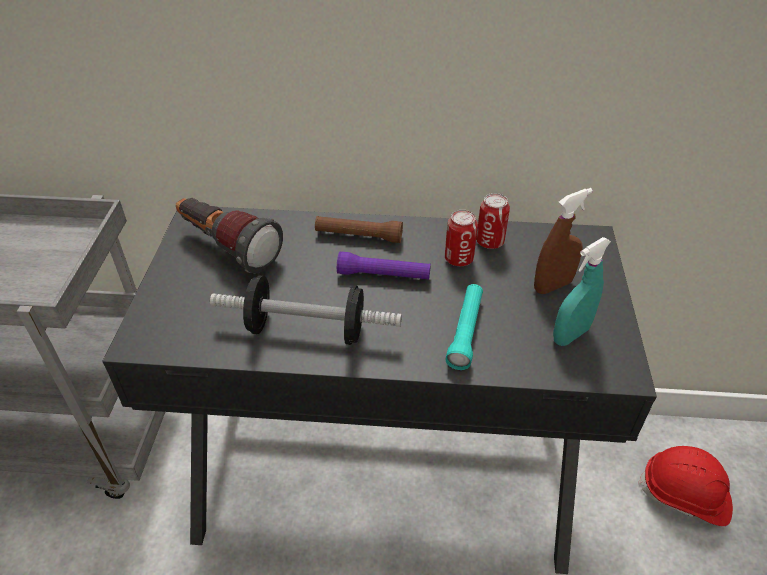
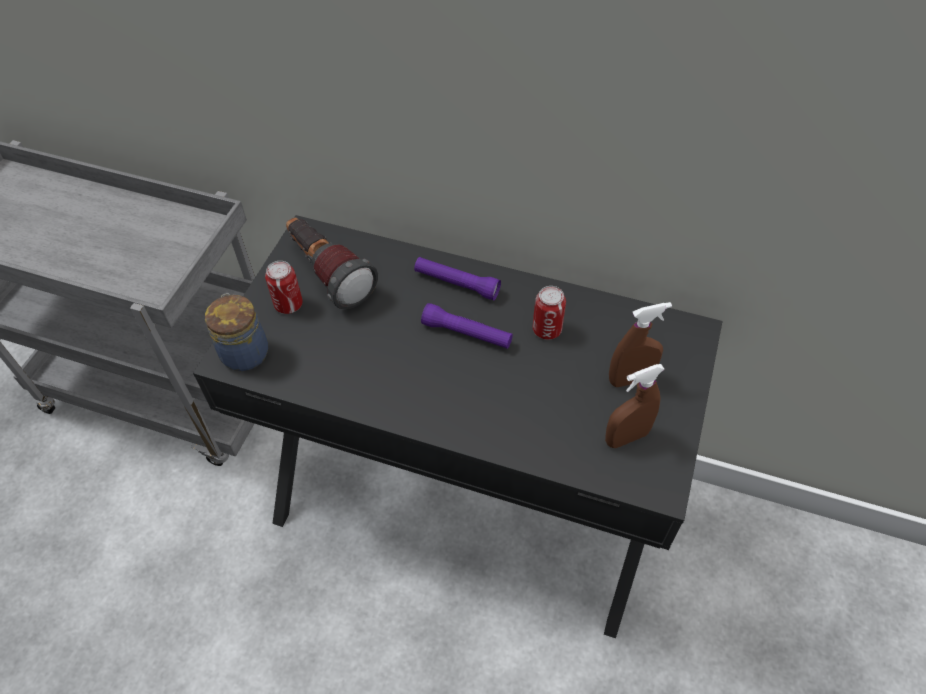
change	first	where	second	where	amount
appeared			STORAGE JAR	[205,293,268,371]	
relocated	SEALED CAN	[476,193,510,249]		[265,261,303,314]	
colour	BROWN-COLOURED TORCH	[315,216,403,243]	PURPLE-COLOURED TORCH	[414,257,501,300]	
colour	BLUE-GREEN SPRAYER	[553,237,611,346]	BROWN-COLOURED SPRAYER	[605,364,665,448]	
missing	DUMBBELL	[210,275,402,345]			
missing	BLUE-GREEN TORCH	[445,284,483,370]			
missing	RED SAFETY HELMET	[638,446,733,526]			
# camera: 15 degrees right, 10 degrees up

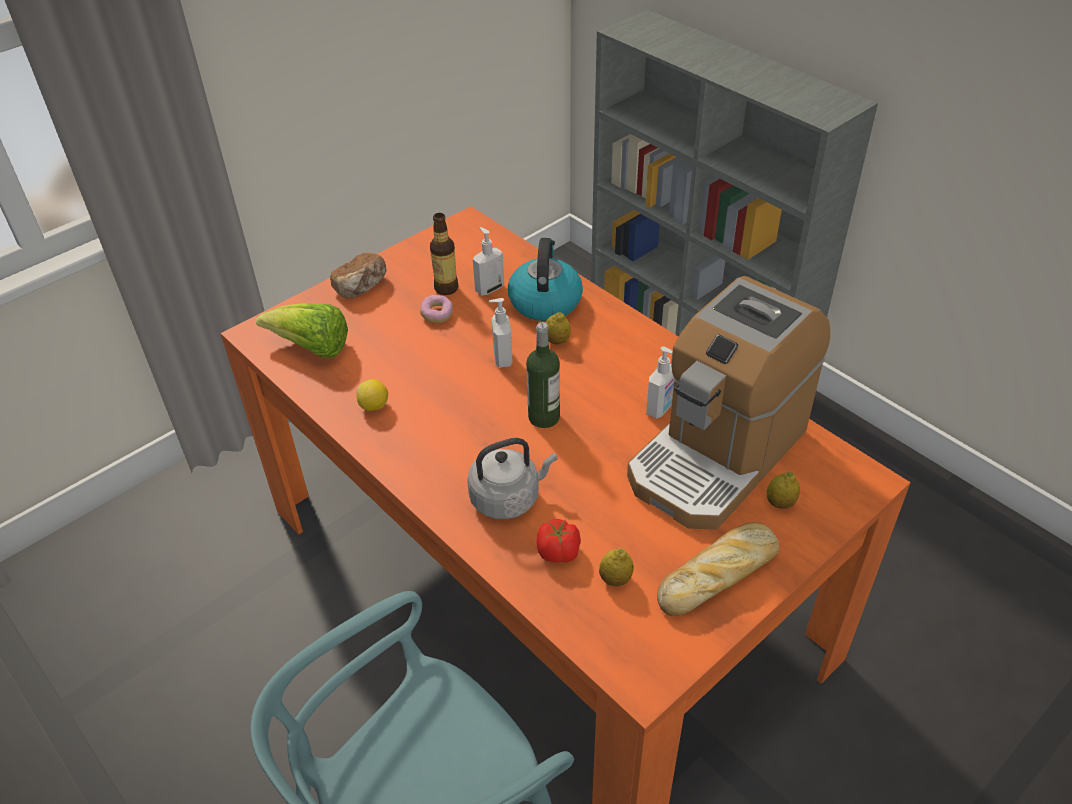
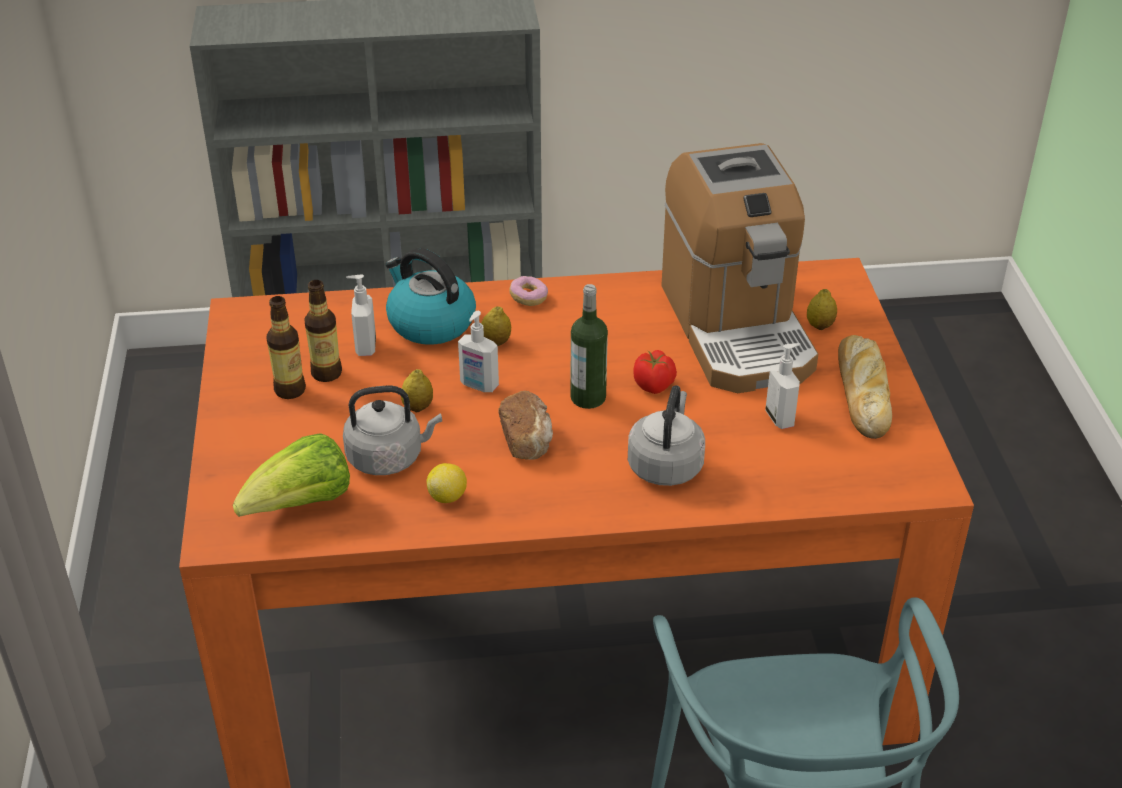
change	first	where	second	where	amount
appeared			DRINK BOTTLE	[267,296,306,399]	
appeared			GRAY WATER KETTLE	[343,386,442,475]	
relocated	LEMON	[599,548,634,586]		[401,369,433,412]	
relocated	BREAD	[330,252,387,299]		[499,391,553,459]	
relocated	DONUT	[420,295,453,323]		[509,276,548,306]	
relocated	TOMATO	[537,519,581,563]		[634,350,677,394]	
relocated	SOAP DISPENSER	[646,346,674,419]		[765,343,800,429]	
# camera: 55 degrees left, 5 degrees down

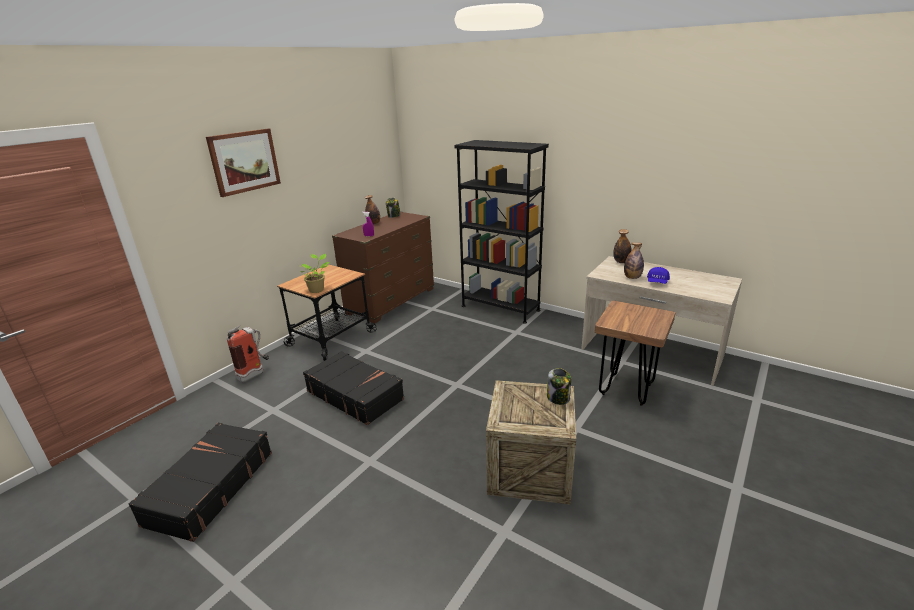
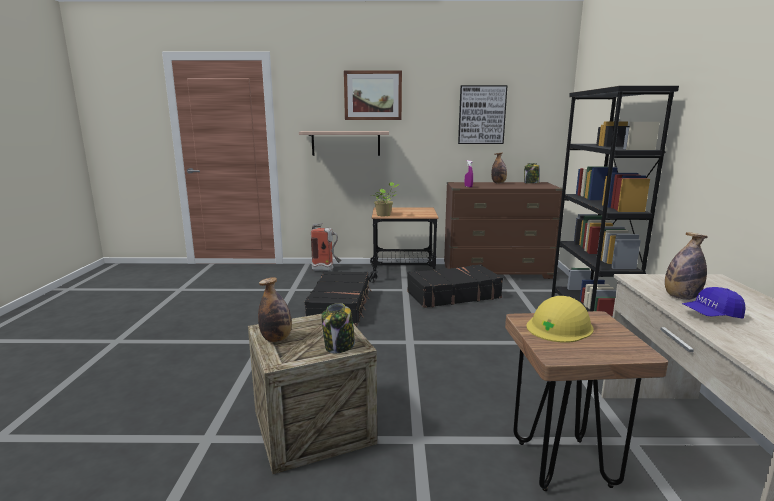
change	first	where	second	where	amount
relocated	DRINK BOTTLE	[613,229,632,263]		[258,277,292,342]	
appeared			WALL SHELF	[299,131,389,156]	
relocated	BLACKISH TRAVEL CASE	[129,423,272,542]		[407,264,503,308]	
appeared			WALL PICTURE	[458,85,508,144]	
appeared			YELLOW SAFETY HELMET	[526,296,594,343]	
# camera: 55 degrees right, 10 degrees down

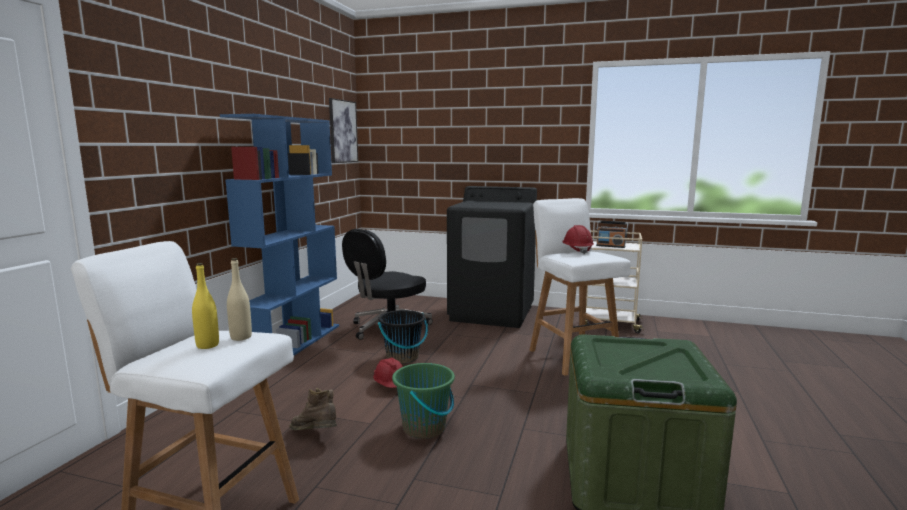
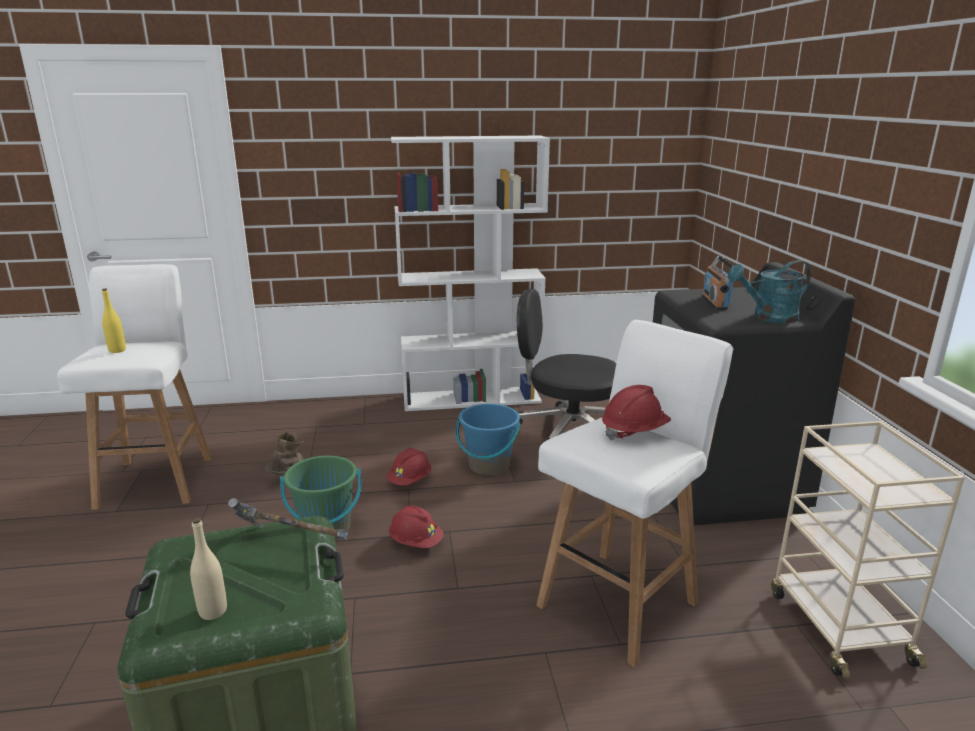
change	first	where	second	where	amount
relocated	BEIGE DRINK BOTTLE	[227,258,252,341]		[190,518,227,620]	
appeared			HAND HAMMER	[228,498,348,540]	
appeared			RED SAFETY HELMET	[389,505,444,548]	
colour	BLUE-COLOURED BOOKCASE	[220,114,339,355]	WHITE-COLOURED BOOKCASE	[391,136,550,411]	
colour	BLACKISH PAIL	[378,310,428,364]	BLUE-COLOURED PAIL	[456,404,521,475]	
relocated	RADIO SET	[596,221,628,248]		[702,255,733,310]	
appeared			BLUE-GREEN WATERING POT	[727,260,811,323]	
missing	WALL PICTURE	[329,98,358,163]			
# camera: 65 degrees right, 10 degrees up

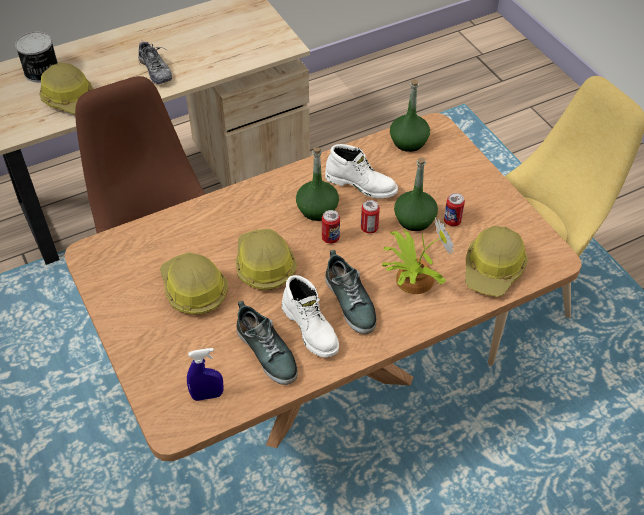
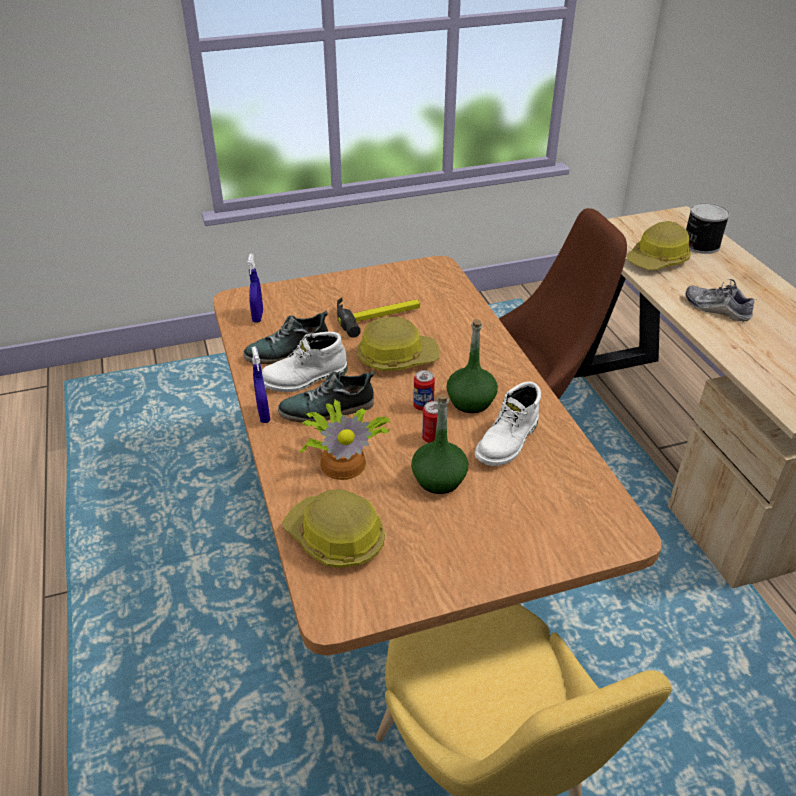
change	first	where	second	where	amount
appeared			BLUE-COLOURED SPRAYER	[252,346,270,423]	
exchanged	SAFETY HELMET	[160,252,228,315]	HAND HAMMER	[337,297,420,338]	
spun	LOW SHOE	[138,39,172,84]		[686,279,754,321]	60 degrees clockwise
missing	GREEN-COLOURED DRINK BOTTLE	[390,79,430,152]			
missing	SEALED CAN	[444,193,465,226]			
# camera: 100 degrees right, 10 degrees down

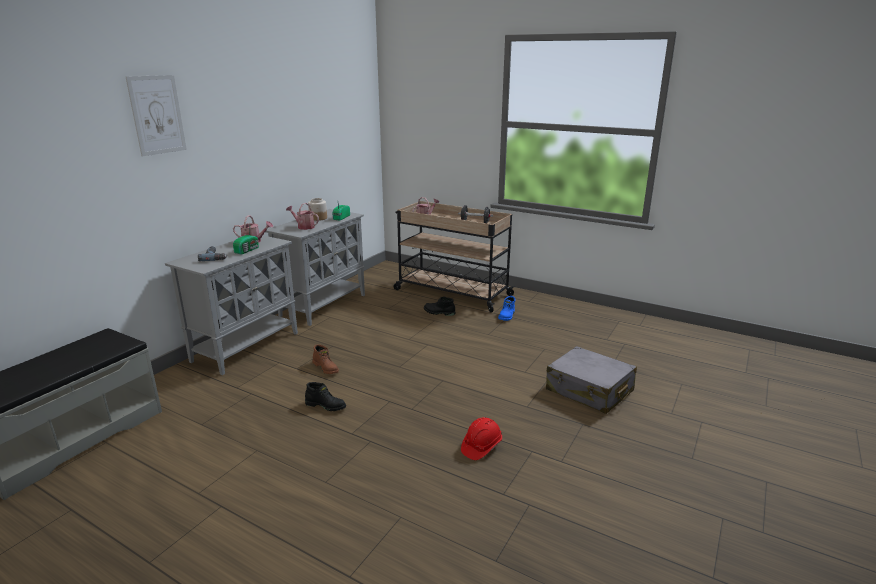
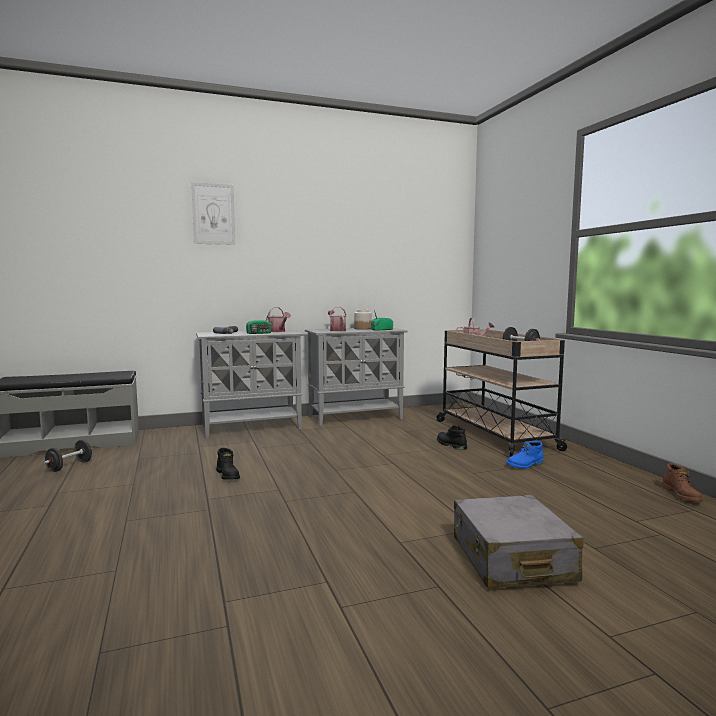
change	first	where	second	where	amount
appeared			BLACKISH DUMBBELL	[44,440,92,472]	
relocated	BROWN-COLOURED BOOT	[313,344,339,374]		[662,463,703,502]	
missing	RED SAFETY HELMET	[461,417,502,460]			
# camera: 40 degrees right, 15 degrees down

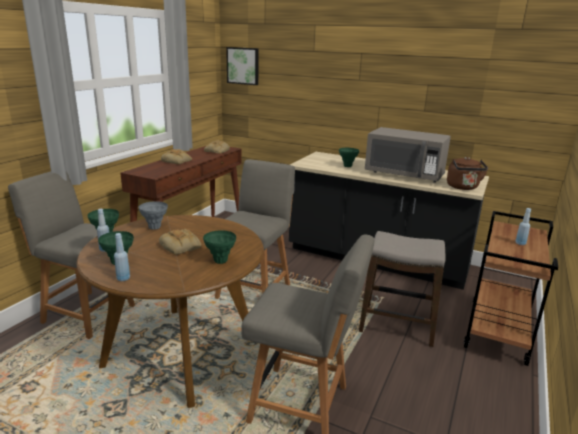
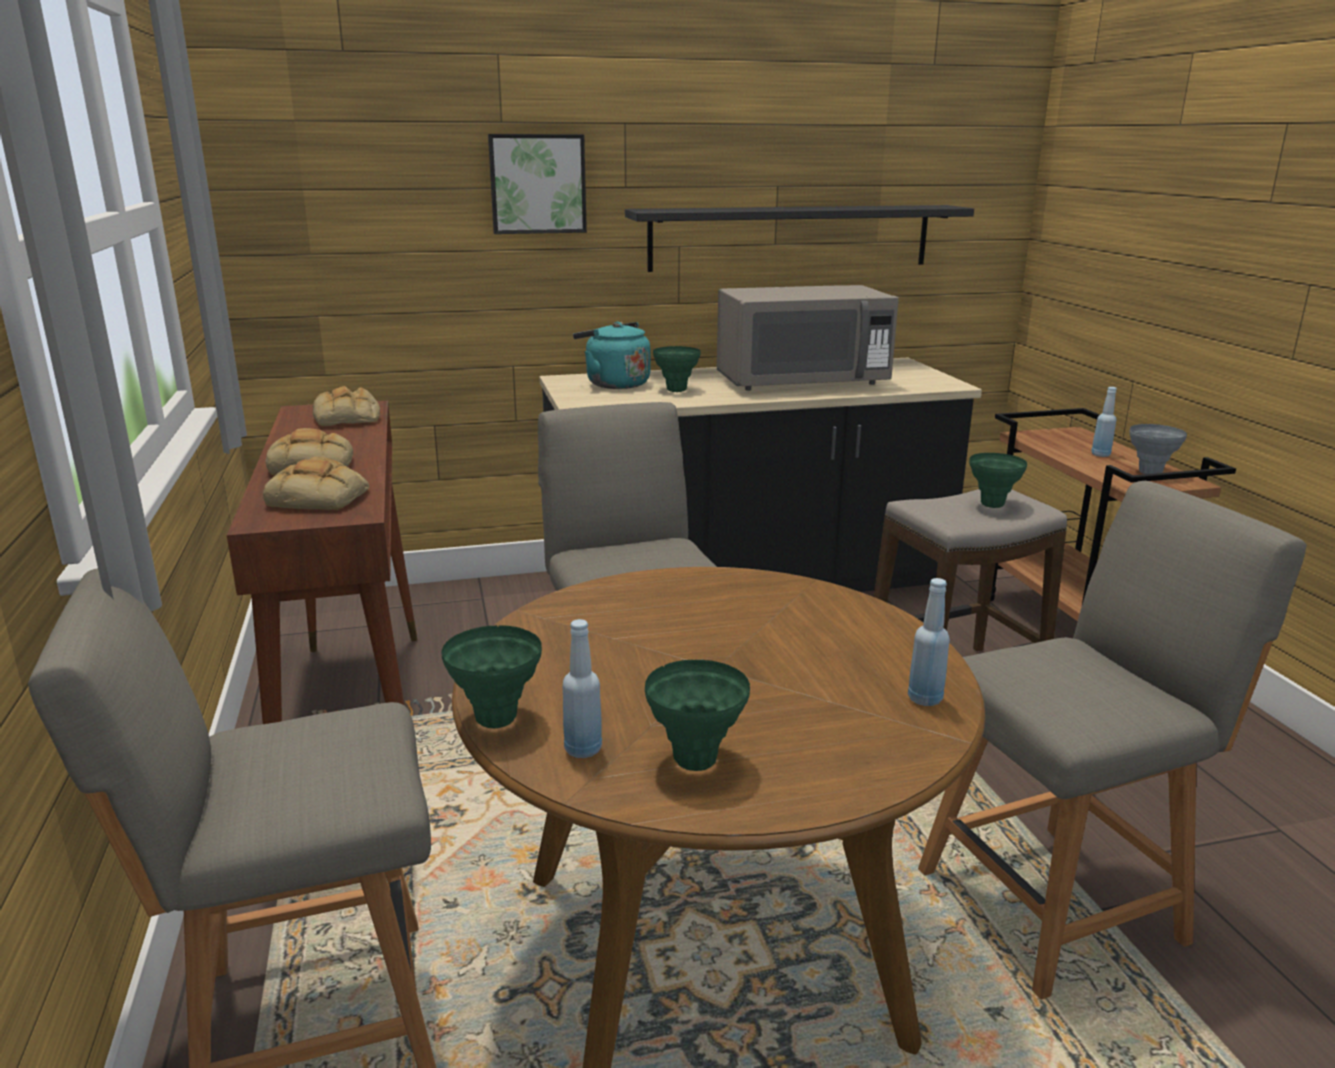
change	first	where	second	where	amount
relocated	BREAD	[159,229,201,255]		[263,457,369,510]	
relocated	WALL PICTURE	[226,47,259,85]		[488,134,587,234]	
appeared			BLUE-GREEN WATER KETTLE	[573,322,650,389]	
appeared			BLACKISH WALL SHELF	[625,205,974,272]	
relocated	BLUE-COLOURED DRINK BOTTLE	[114,233,130,281]		[908,578,950,706]	
relocated	GREEN-COLOURED FLOWER VASE	[203,230,236,264]		[969,453,1027,508]	
relocated	GRAY FLOWER VASE	[139,201,168,230]		[1130,424,1187,474]	
missing	BROWN-COLOURED WATER KETTLE	[447,157,488,190]			
# camera: 40 degrees left, 0 degrees up

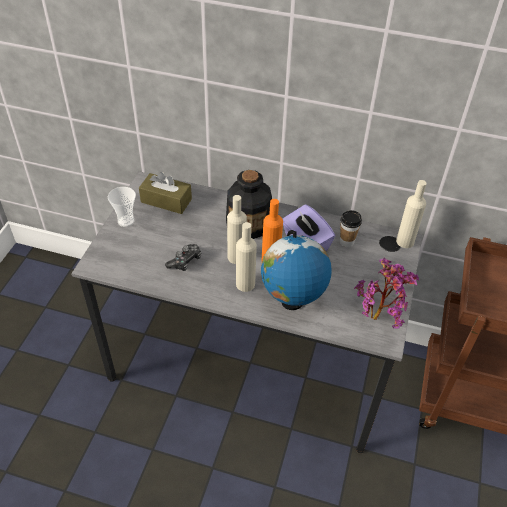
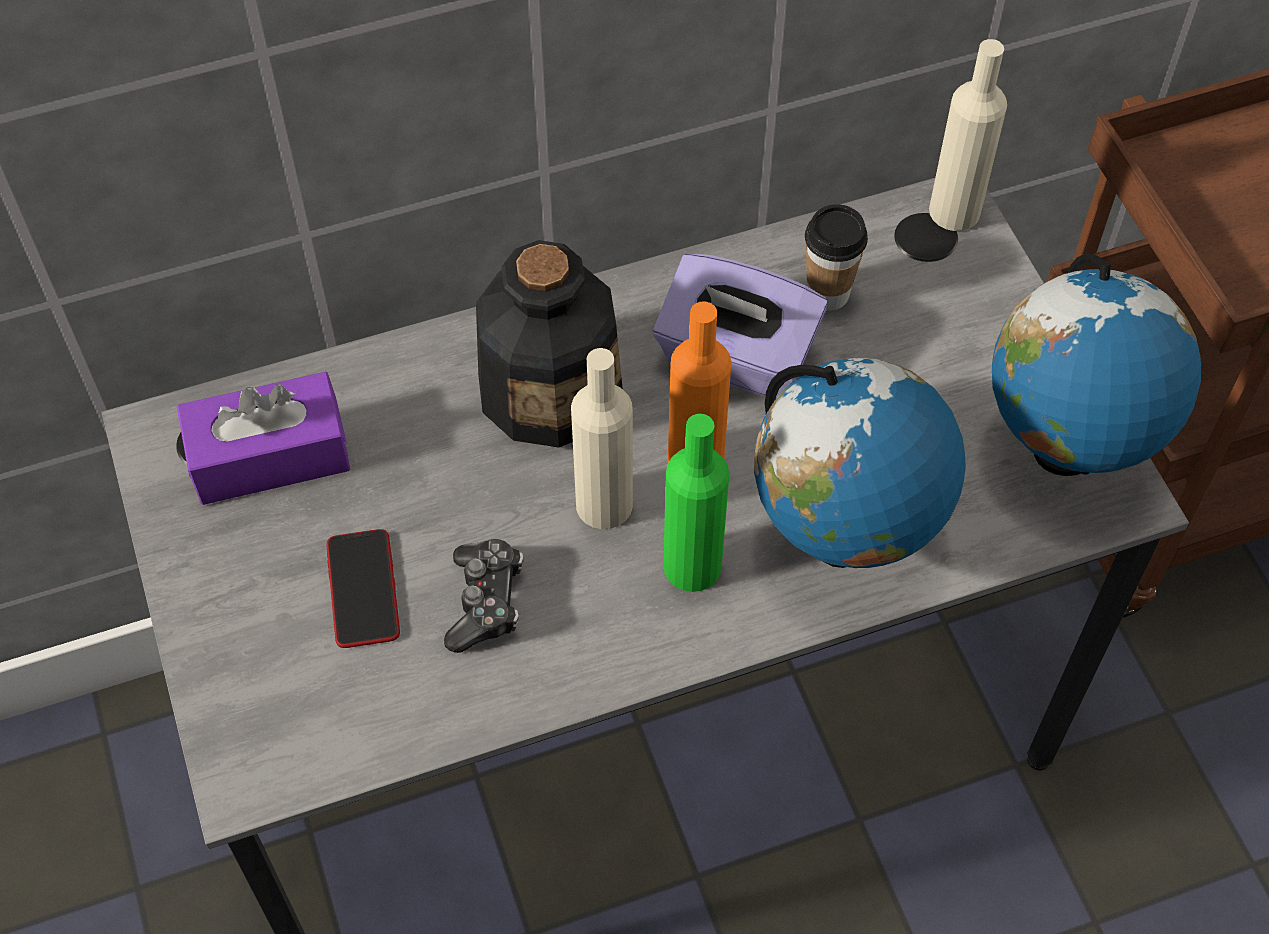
change	first	where	second	where	amount
colour	BROWN-COLOURED BOX OF TISSUES	[139,172,192,214]	PURPLE-COLOURED BOX OF TISSUES	[177,372,350,505]	
appeared			TELEPHONE	[327,529,400,648]	
colour	BEIGE DRINK BOTTLE	[236,222,257,292]	GREEN-COLOURED DRINK BOTTLE	[663,414,729,592]	
exchanged	HOUSEPLANT	[354,258,419,329]	WORLD GLOBE	[992,254,1201,476]	
missing	SMALL CUP	[108,187,136,227]			
# camera: 35 degrees left, 10 degrees up

